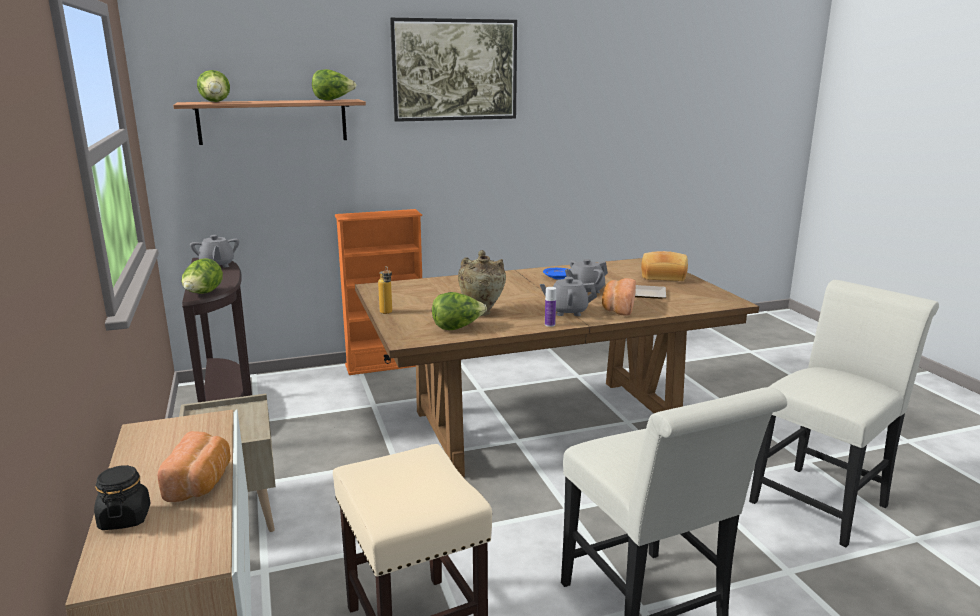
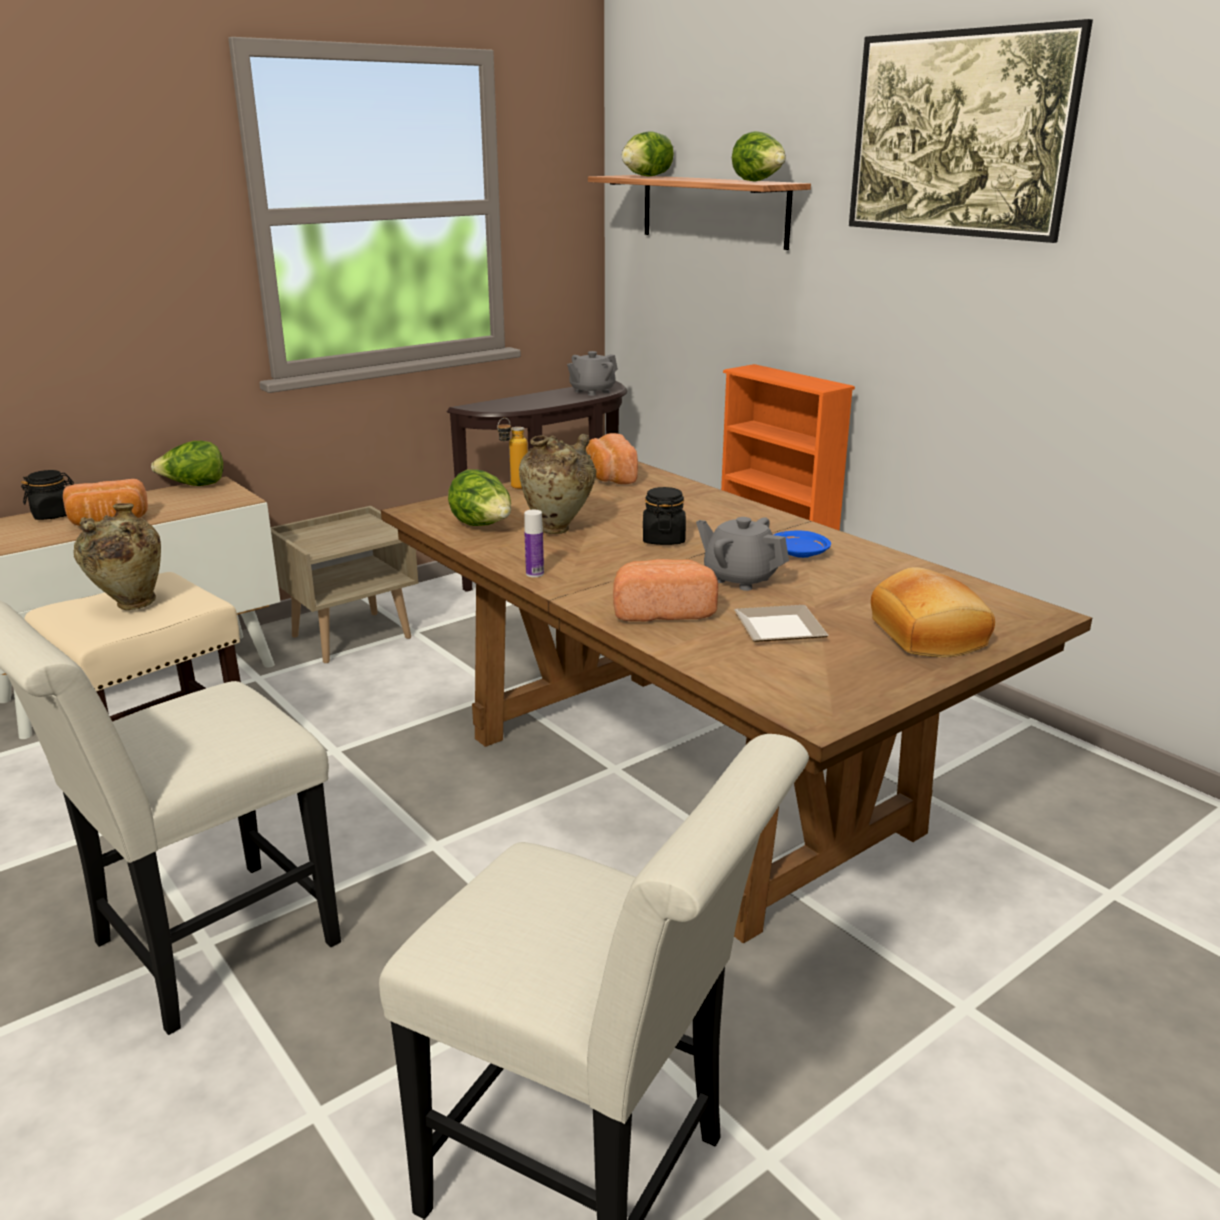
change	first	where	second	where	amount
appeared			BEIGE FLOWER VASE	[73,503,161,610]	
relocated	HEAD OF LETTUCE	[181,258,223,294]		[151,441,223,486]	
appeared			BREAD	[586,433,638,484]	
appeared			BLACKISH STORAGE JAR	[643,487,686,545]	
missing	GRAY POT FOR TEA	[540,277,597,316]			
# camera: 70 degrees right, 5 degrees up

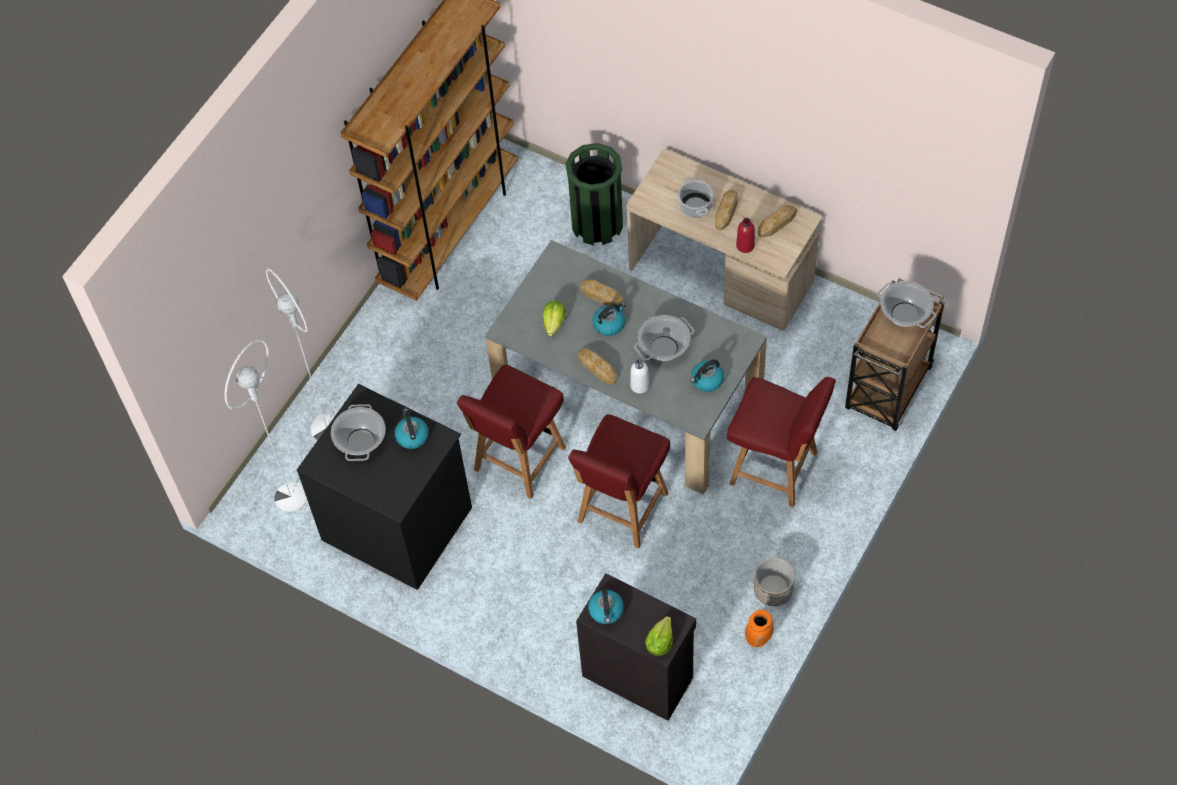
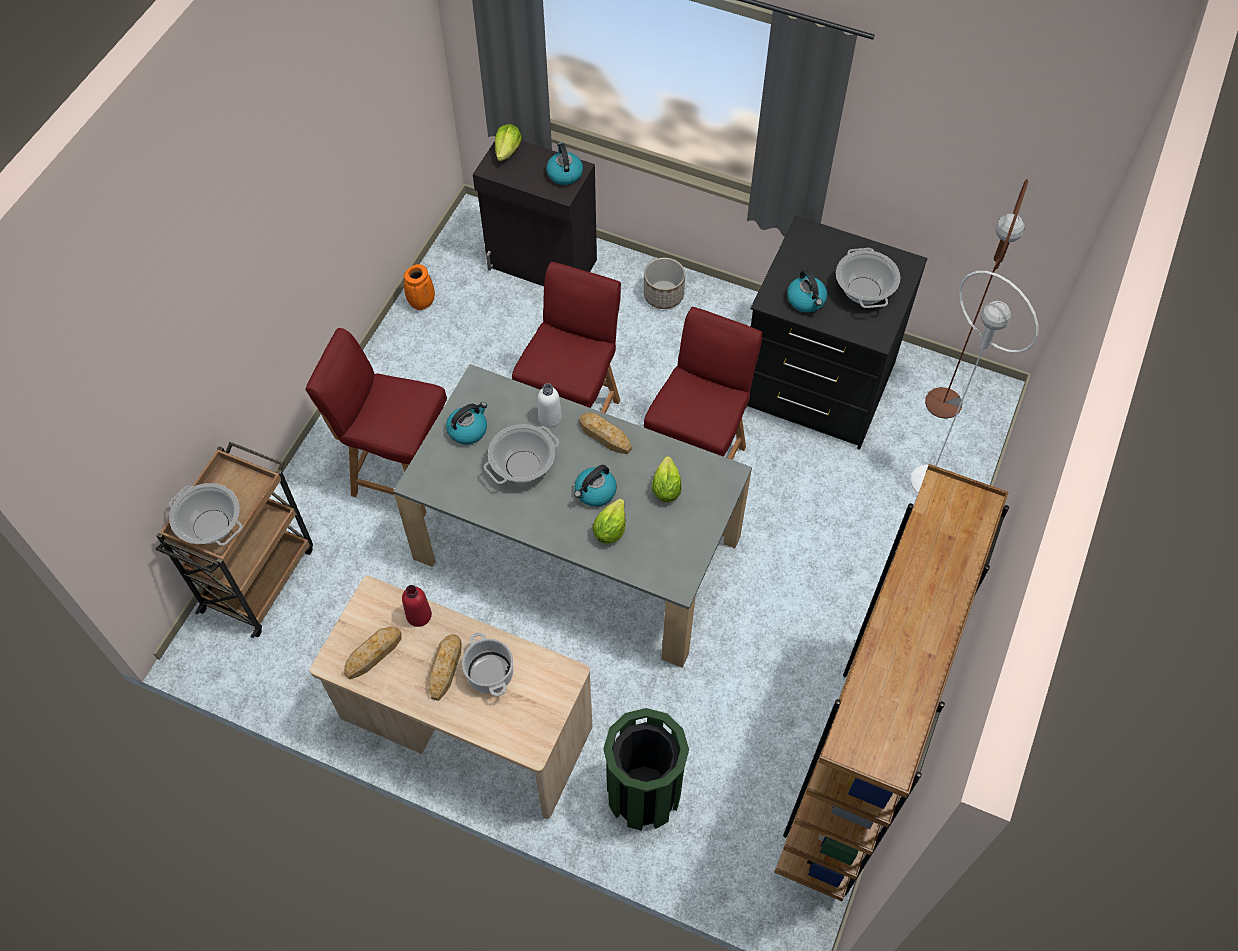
change	first	where	second	where	amount
exchanged	BREAD	[579,279,624,306]	HEAD OF LETTUCE	[592,498,626,544]	
relocated	PLANTER	[754,558,795,606]		[644,258,685,309]	
colour	WHITE-COLOURED STANDARD LAMP	[224,339,307,512]	BROWN-COLOURED STANDARD LAMP	[925,179,1028,419]	
# camera: 170 degrees right, 0 degrees up

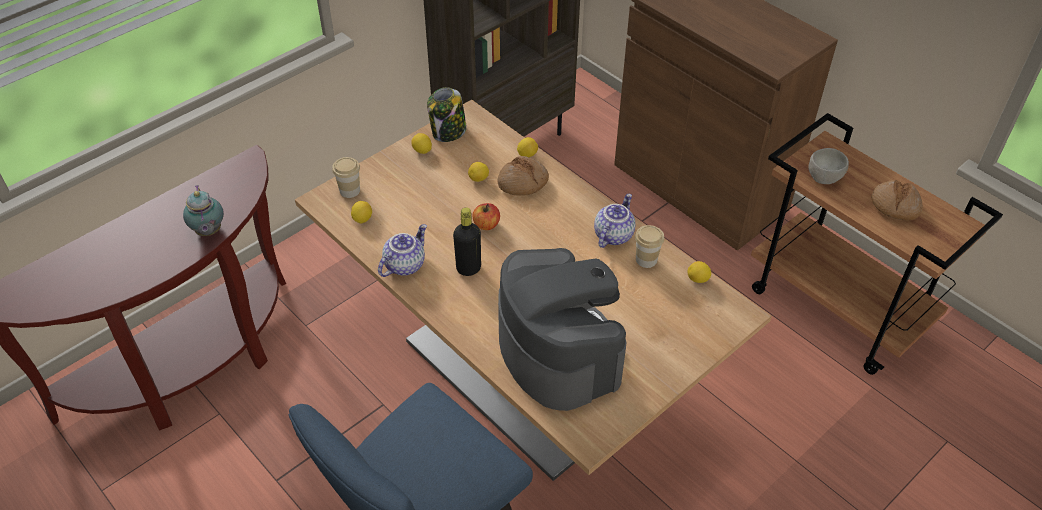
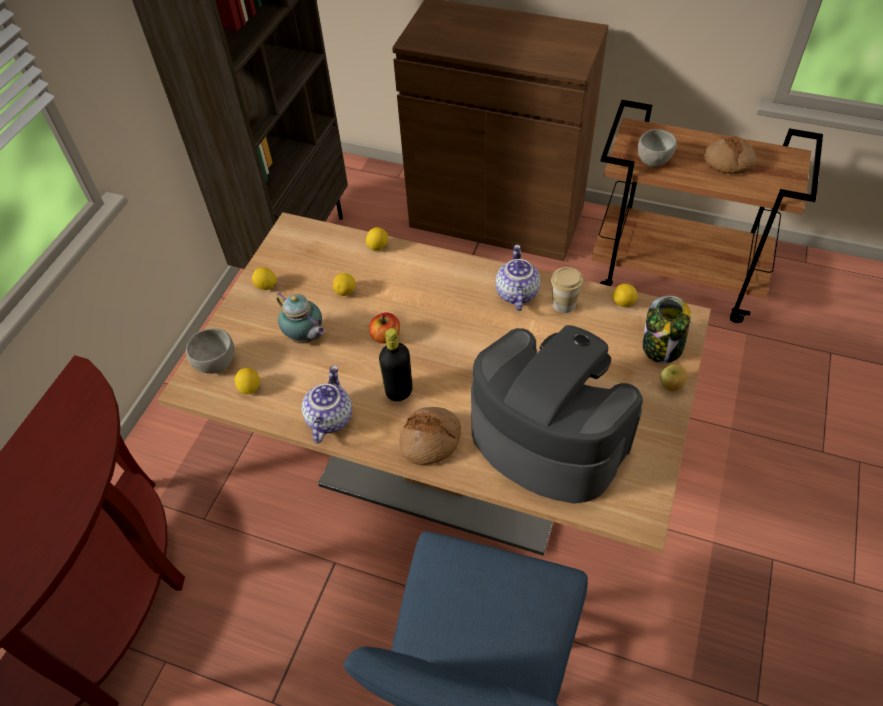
change	first	where	second	where	amount
exchanged	SMALL CUP	[332,157,360,198]	GRAY SERVING BOWL	[186,328,234,374]	
relocated	POT FOR TEA	[183,185,224,236]		[276,292,325,344]	
relocated	BREAD	[498,156,549,196]		[399,407,461,465]	
relocated	STORAGE JAR	[427,87,467,142]		[642,296,691,363]	
appeared			APPLE FRUIT	[660,364,688,392]	
# camera: 25 degrees left, 5 degrees up

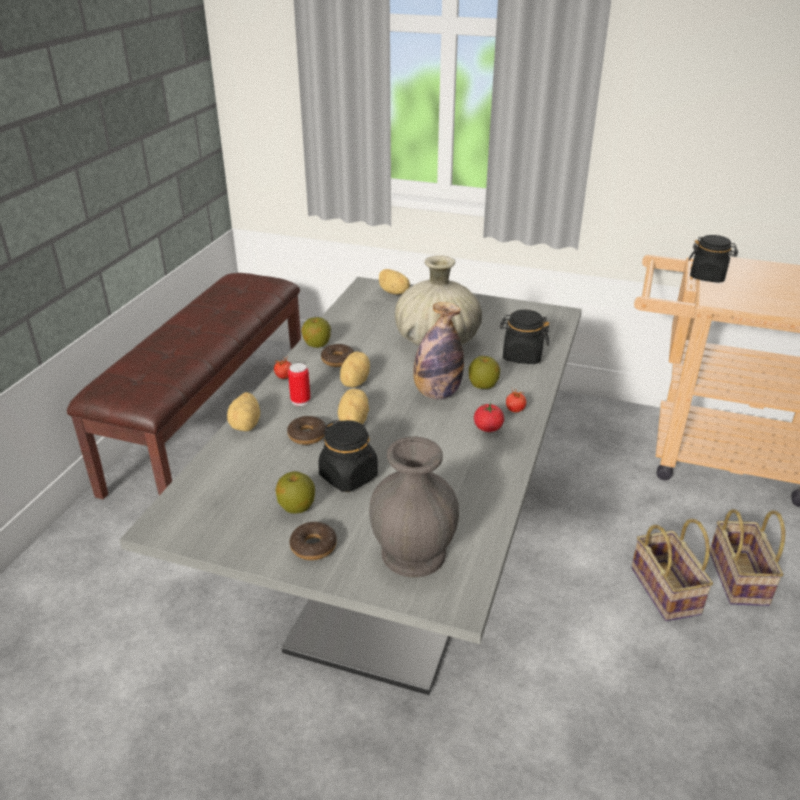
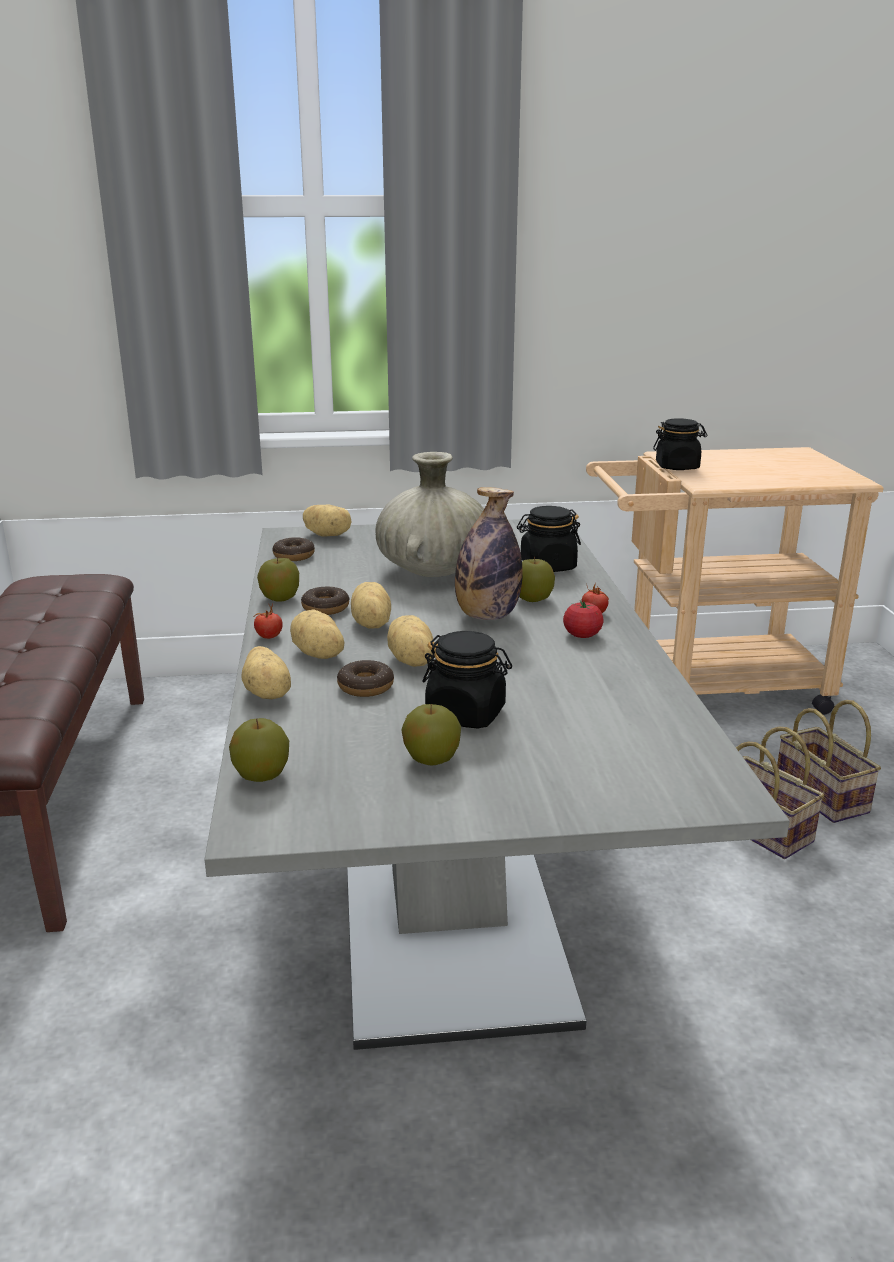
change	first	where	second	where	amount
appeared			APPLE FRUIT	[229,718,289,782]	
relocated	DONUT	[290,522,337,560]		[272,537,315,561]	
exchanged	SEALED CAN	[288,363,311,406]	WHOLE POTATO	[290,610,345,659]	
missing	GRAY FLOWER VASE	[369,437,459,577]			
# camera: 25 degrees left, 10 degrees down

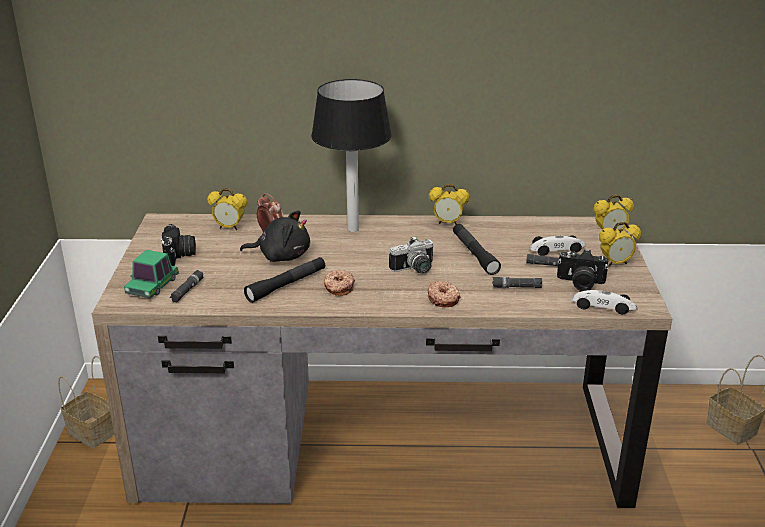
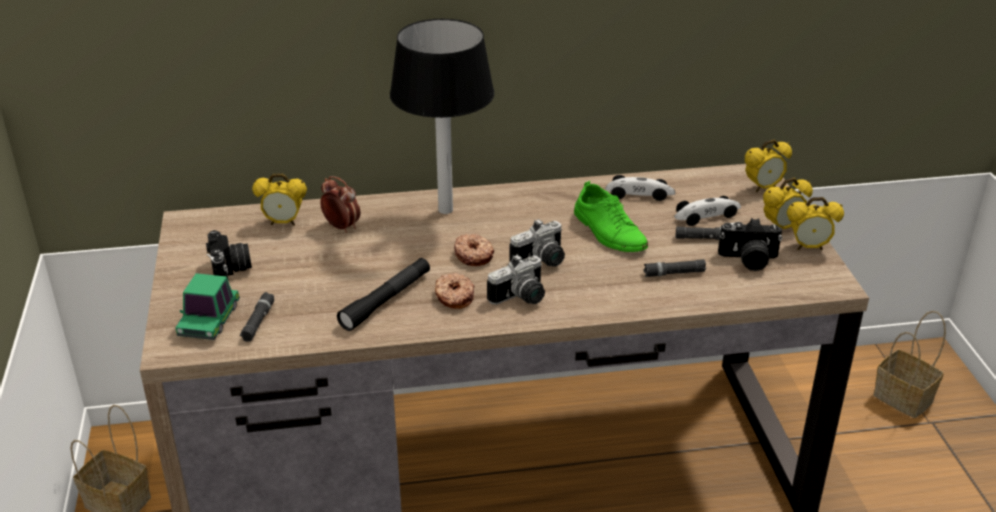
change	first	where	second	where	amount
relocated	DONUT	[428,281,460,308]		[454,234,494,266]	
appeared			STILL CAMERA	[487,254,545,305]	
exchanged	BLACKISH TORCH	[453,224,501,275]	GREEN-COLOURED LOW SHOE	[574,181,648,252]	
relocated	MODEL CAR	[572,287,637,314]		[605,175,676,201]	
relocated	ALARM CLOCK	[429,184,470,225]		[787,197,844,250]	
missing	BLACKISH PLUSH TOY	[240,210,310,262]			
# camera: 10 degrees left, 5 degrees up

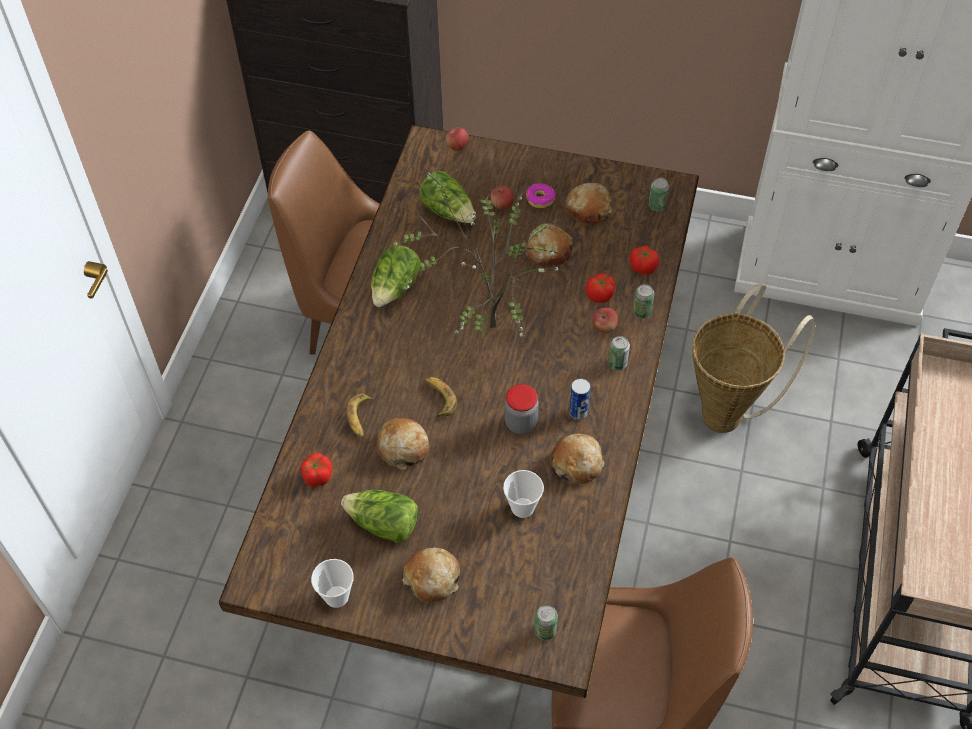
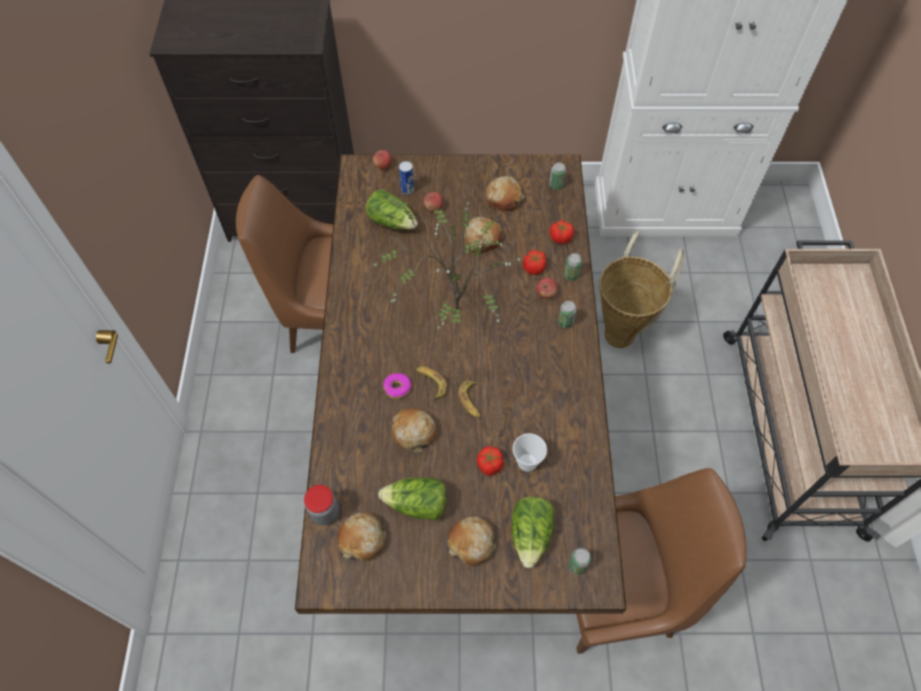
change	first	where	second	where	amount
relocated	STORAGE JAR	[505,384,539,434]		[304,485,339,525]	
relocated	BREAD	[551,434,604,484]		[337,513,386,562]	
relocated	DONUT	[526,183,556,208]		[383,373,412,399]	
relocated	SEALED CAN	[569,378,590,420]		[399,161,414,195]	
relocated	BANANA	[346,393,374,438]		[458,380,481,419]	
relocated	TOMATO	[301,453,332,487]		[477,446,504,476]	
relocated	HEAD OF LETTUCE	[371,245,421,307]		[512,497,555,568]	
missing	SMALL CUP	[311,559,354,608]			
# camera: 15 degrees left, 5 degrees up

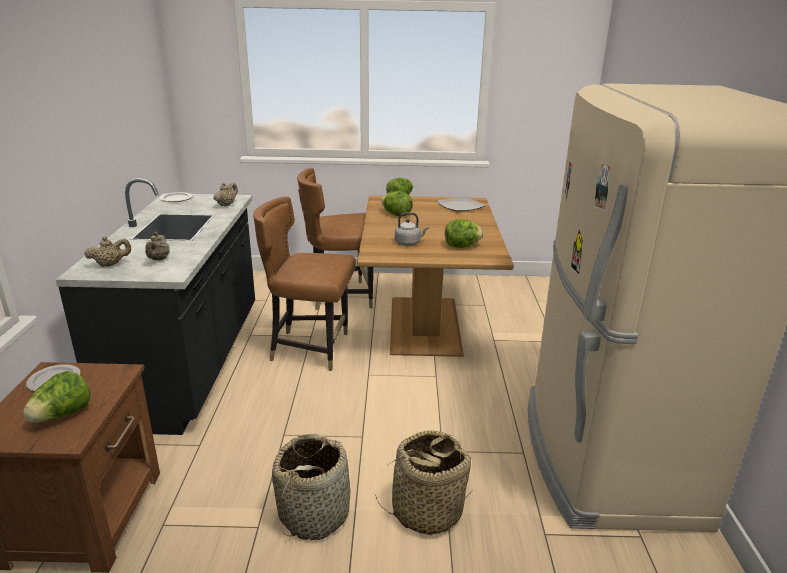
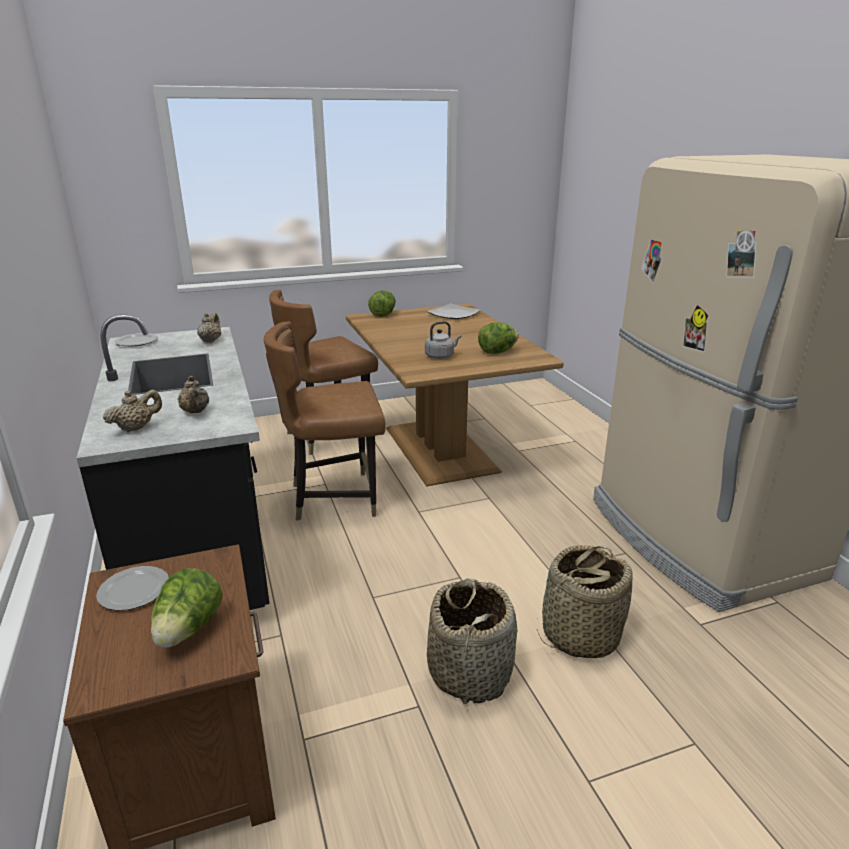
change	first	where	second	where	amount
missing	HEAD OF LETTUCE	[381,191,413,216]			
# camera: 20 degrees left, 0 degrees up

